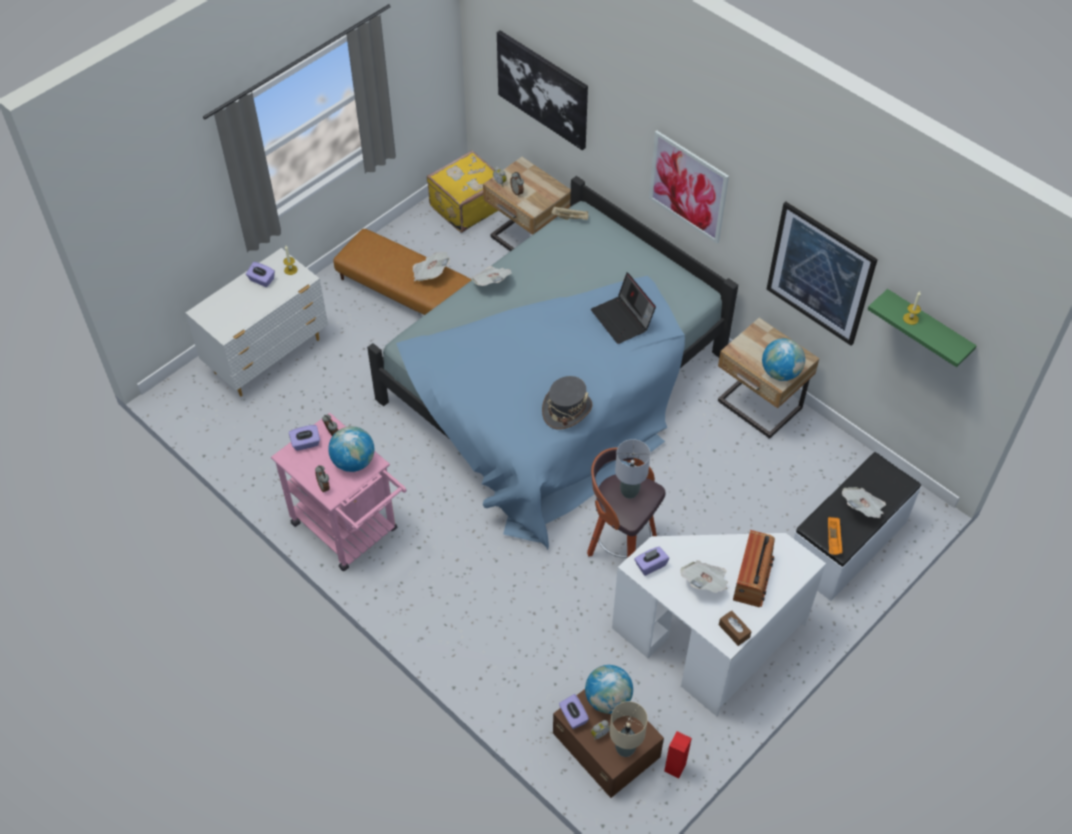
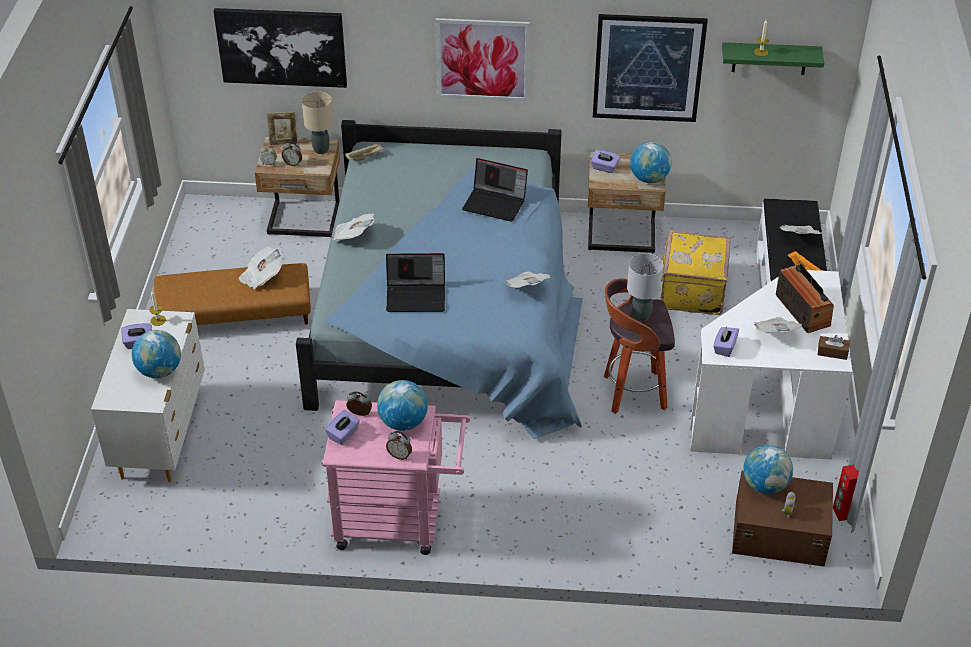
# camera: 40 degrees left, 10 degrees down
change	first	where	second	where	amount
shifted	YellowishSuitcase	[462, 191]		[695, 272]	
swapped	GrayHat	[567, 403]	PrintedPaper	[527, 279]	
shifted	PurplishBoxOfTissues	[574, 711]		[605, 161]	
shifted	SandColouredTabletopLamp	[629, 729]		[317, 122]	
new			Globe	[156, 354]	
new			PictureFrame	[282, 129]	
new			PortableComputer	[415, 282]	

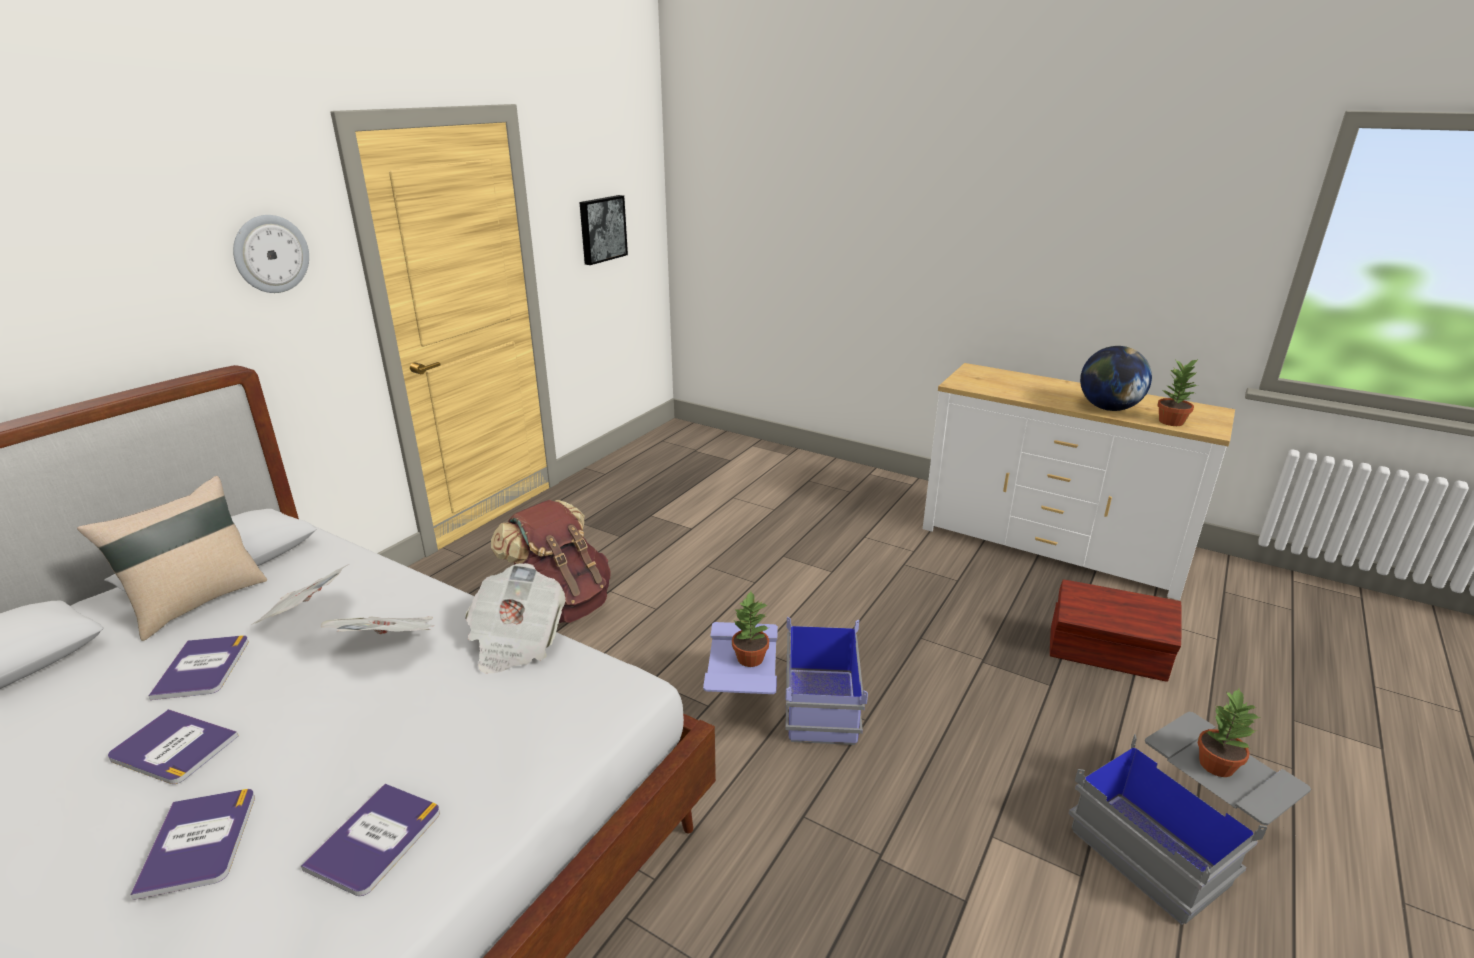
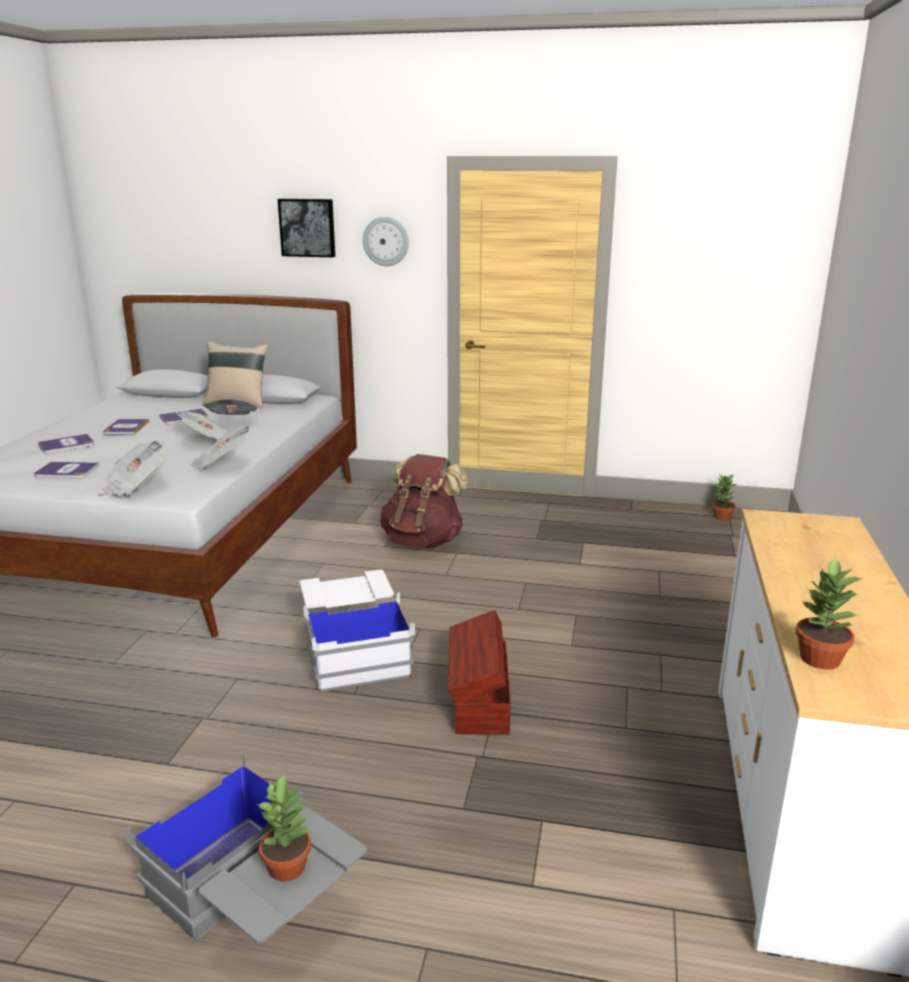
# camera: 70 degrees right, 5 degrees down
change	first	where	second	where	amount
shifted	WallPicture	[603, 230]		[306, 228]	
repainted	BluishStorageBin	[785, 681]	WhiteColouredStorageBin	[357, 630]	
shifted	PottedPlant	[750, 629]		[724, 497]	
shifted	BrownColouredStorageBin	[1115, 630]		[479, 672]	
gone	Globe	[1116, 378]			
new			PrintedPaper	[133, 468]	

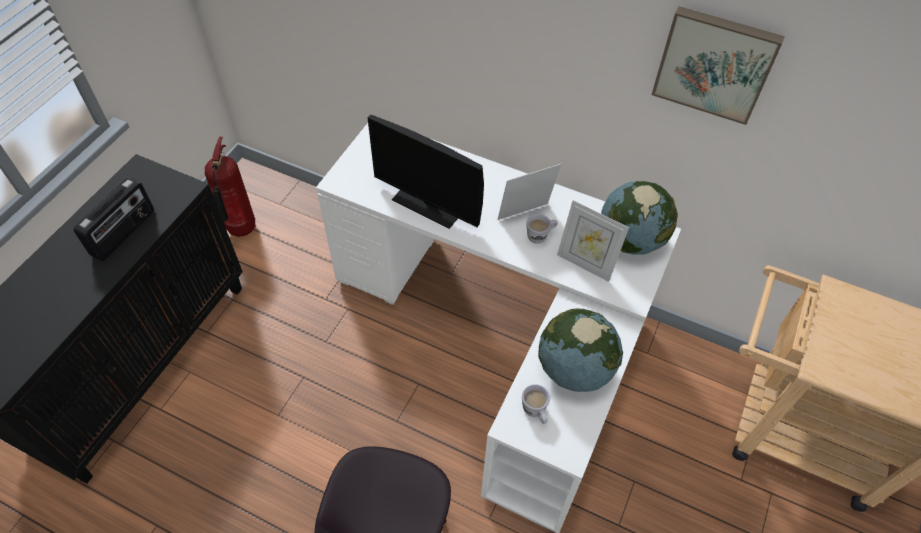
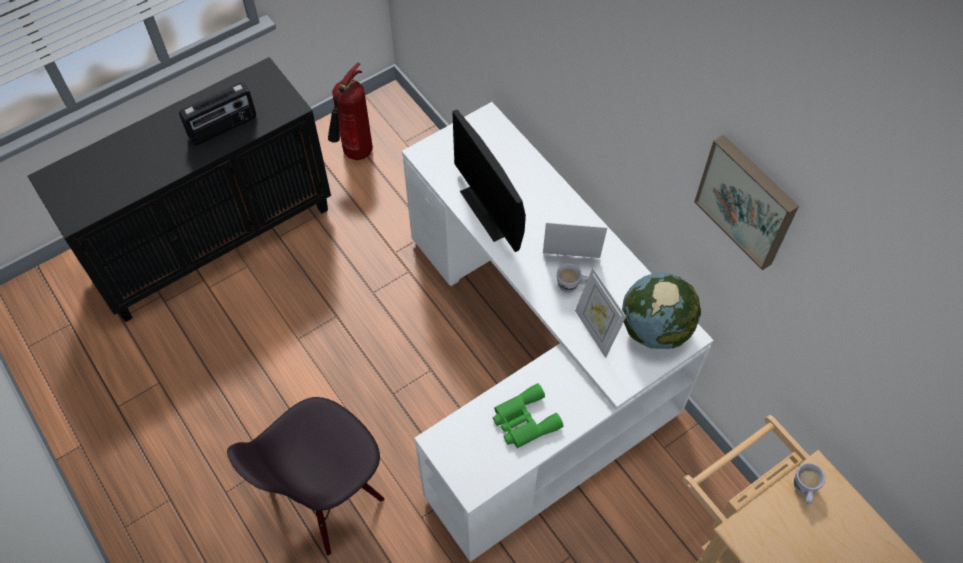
# camera: 30 degrees right, 5 degrees up
change	first	where	second	where	amount
shifted	WhiteColouredMug	[536, 404]		[809, 483]	
swapped	Globe	[580, 350]	GreenColouredBinoculars	[528, 415]	

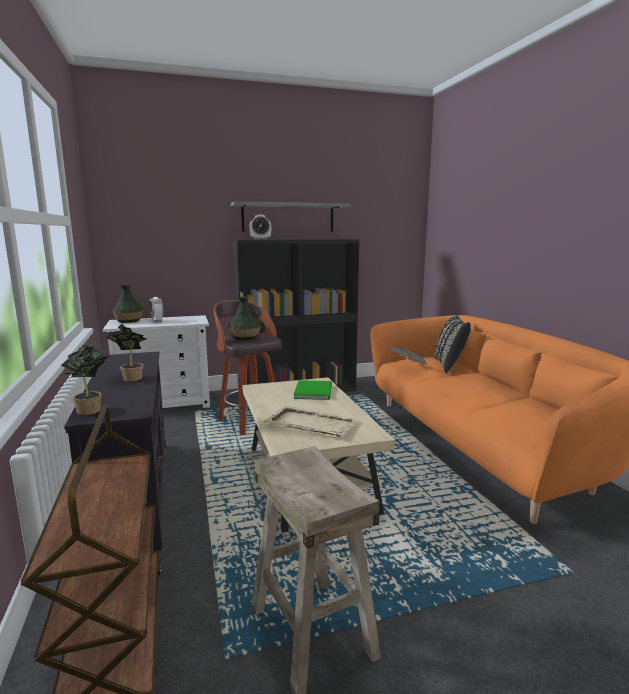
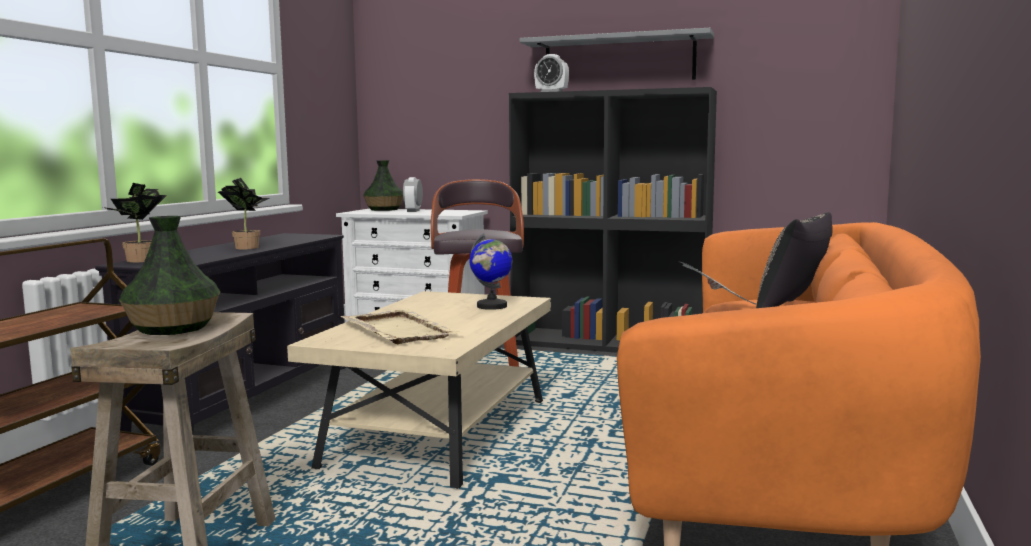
# camera: 35 degrees right, 5 degrees down
change	first	where	second	where	amount
shifted	DecorativeVase	[244, 318]		[169, 275]	
swapped	GreenColouredBoundBook	[312, 390]	Globe	[490, 271]	

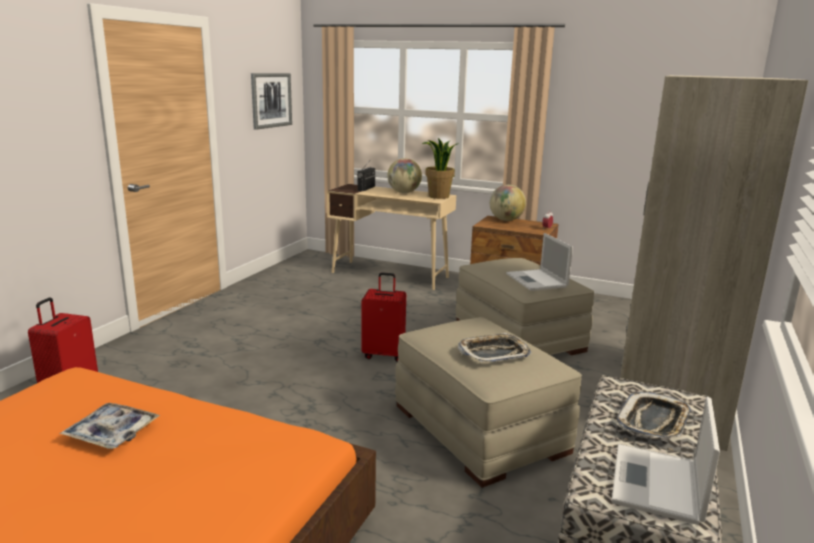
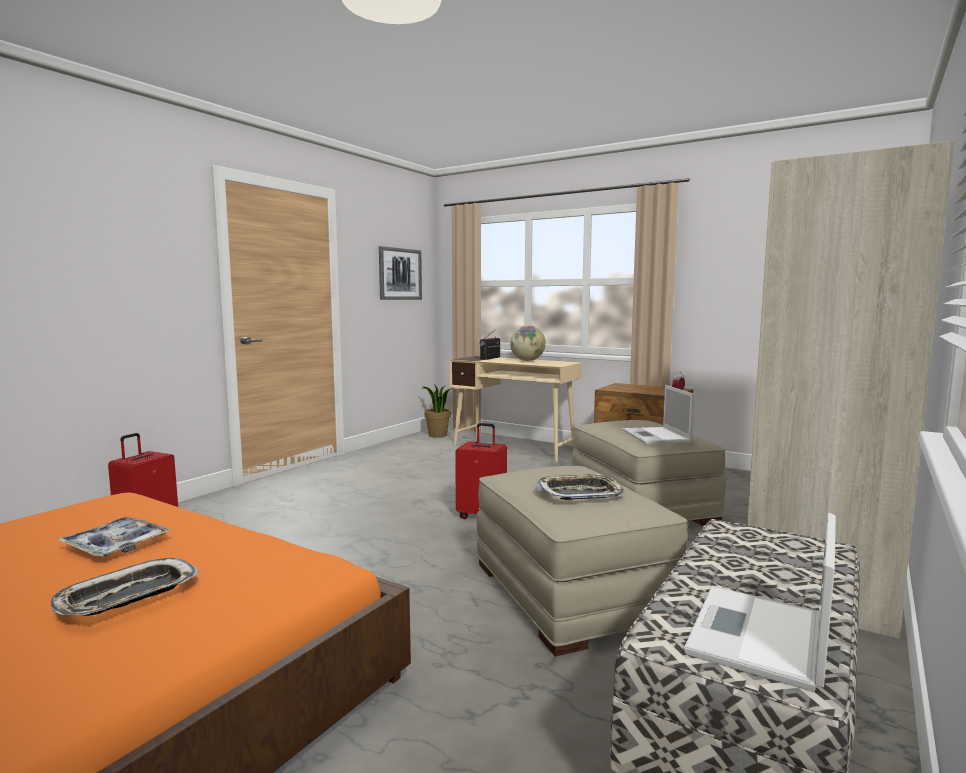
# camera: 10 degrees right, 10 degrees down
change	first	where	second	where	amount
shifted	PottedPlant	[440, 168]		[437, 411]	
gone	Globe	[508, 203]			
shifted	CarryingTray	[654, 414]		[125, 587]	

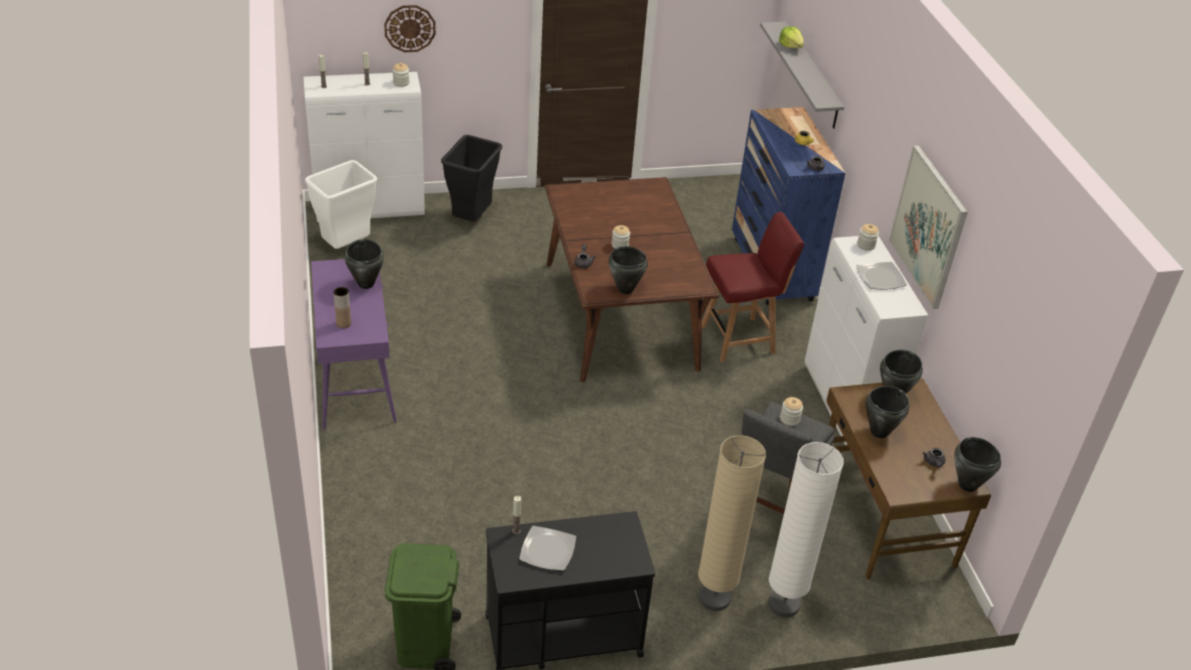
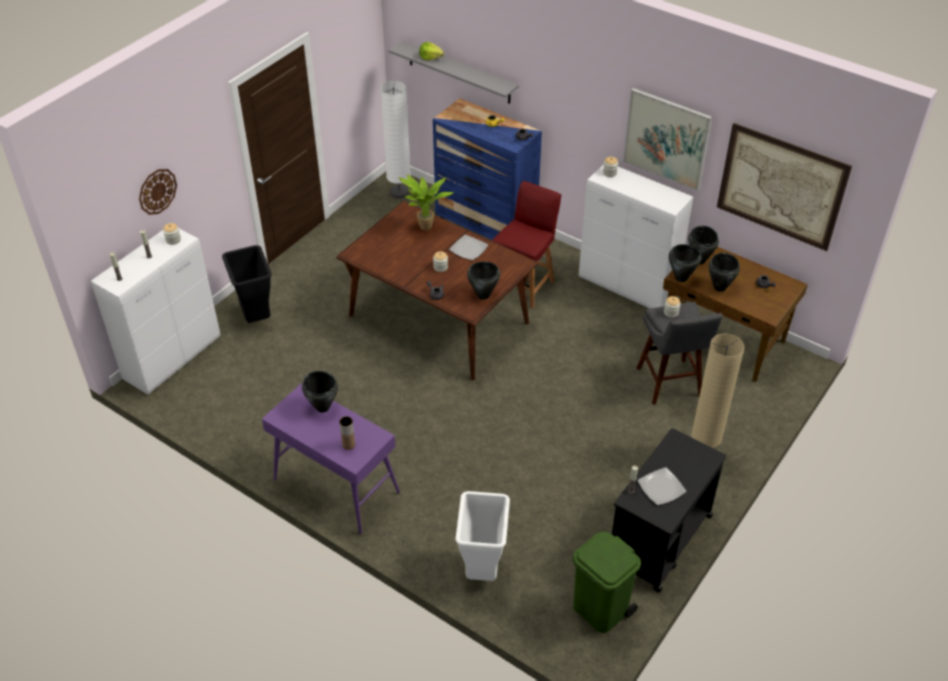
# camera: 40 degrees left, 5 degrees up
change	first	where	second	where	amount
shifted	WhiteColouredRubbishBin	[341, 204]		[482, 536]	
shifted	WhiteColouredFloorLamp	[806, 529]		[395, 140]	
shifted	Plate	[882, 276]		[468, 247]	
shifted	BlackCookingPot	[977, 464]		[685, 263]	
new			PottedPlant	[426, 202]	
new			WallPicture	[784, 187]	

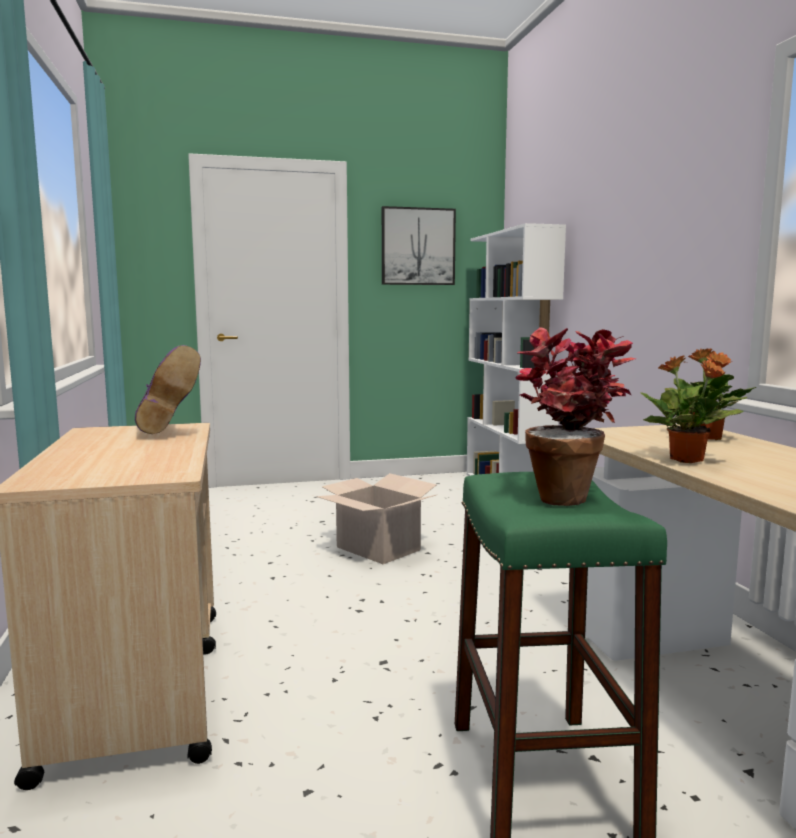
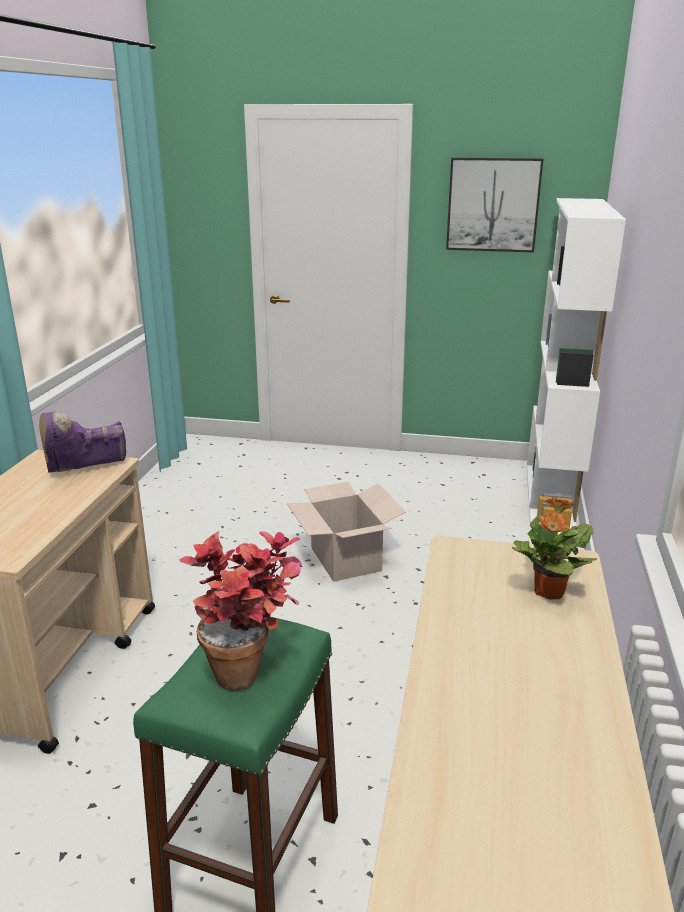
# camera: 25 degrees right, 15 degrees up
change	first	where	second	where	amount
rotated	PurplishTallBoot	[168, 389]		[82, 442]	60 degrees clockwise
gone	PottedPlant	[692, 409]			

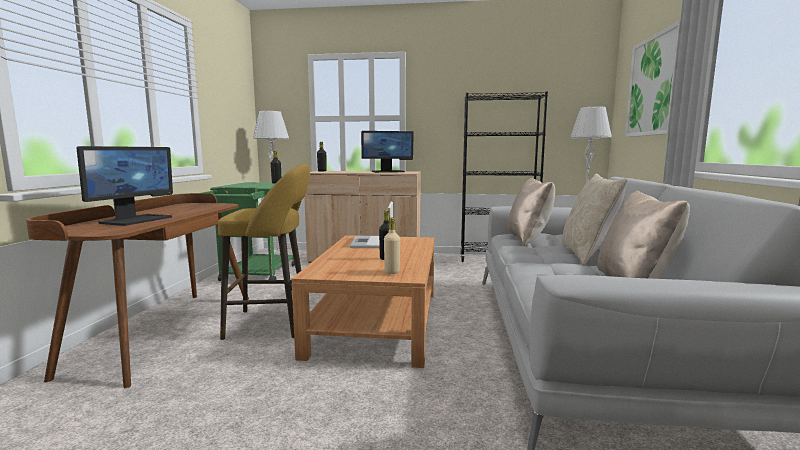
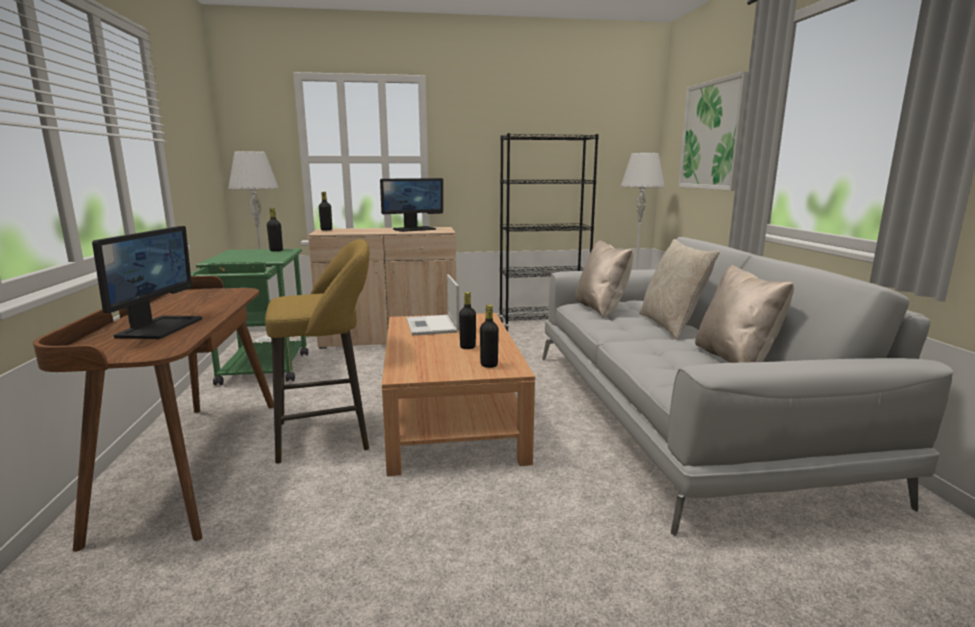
# camera: 15 degrees left, 5 degrees up
change	first	where	second	where	amount
repainted	SandColouredBottle	[392, 246]	BlackBottle	[489, 336]	

